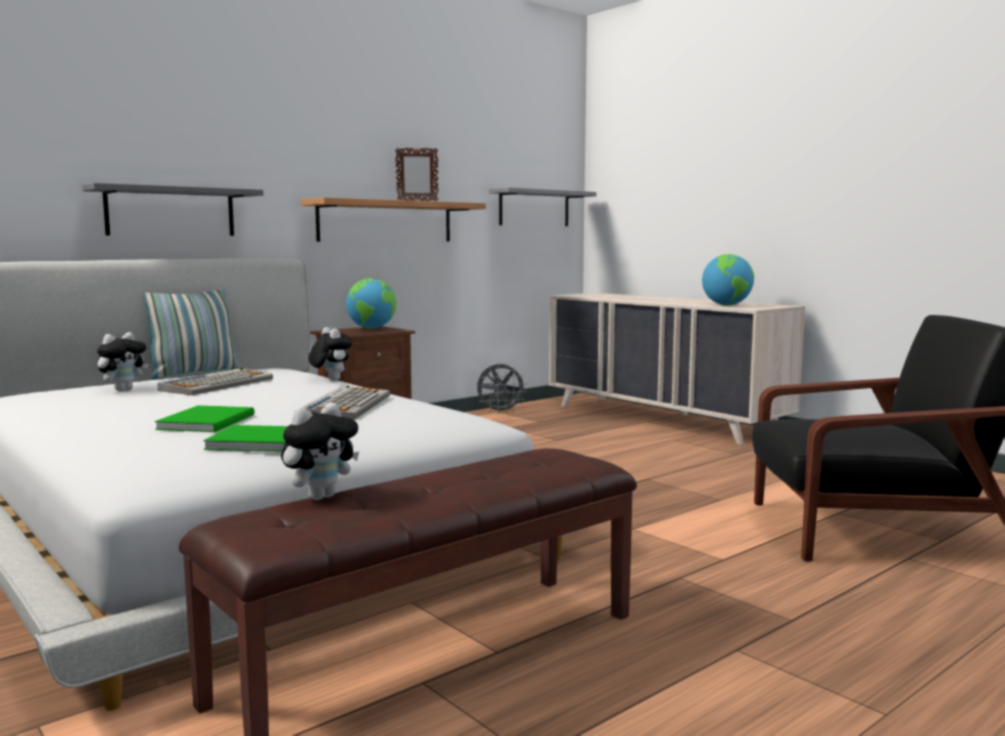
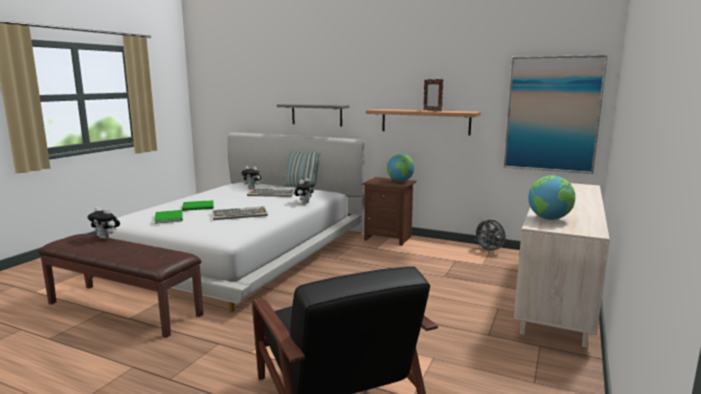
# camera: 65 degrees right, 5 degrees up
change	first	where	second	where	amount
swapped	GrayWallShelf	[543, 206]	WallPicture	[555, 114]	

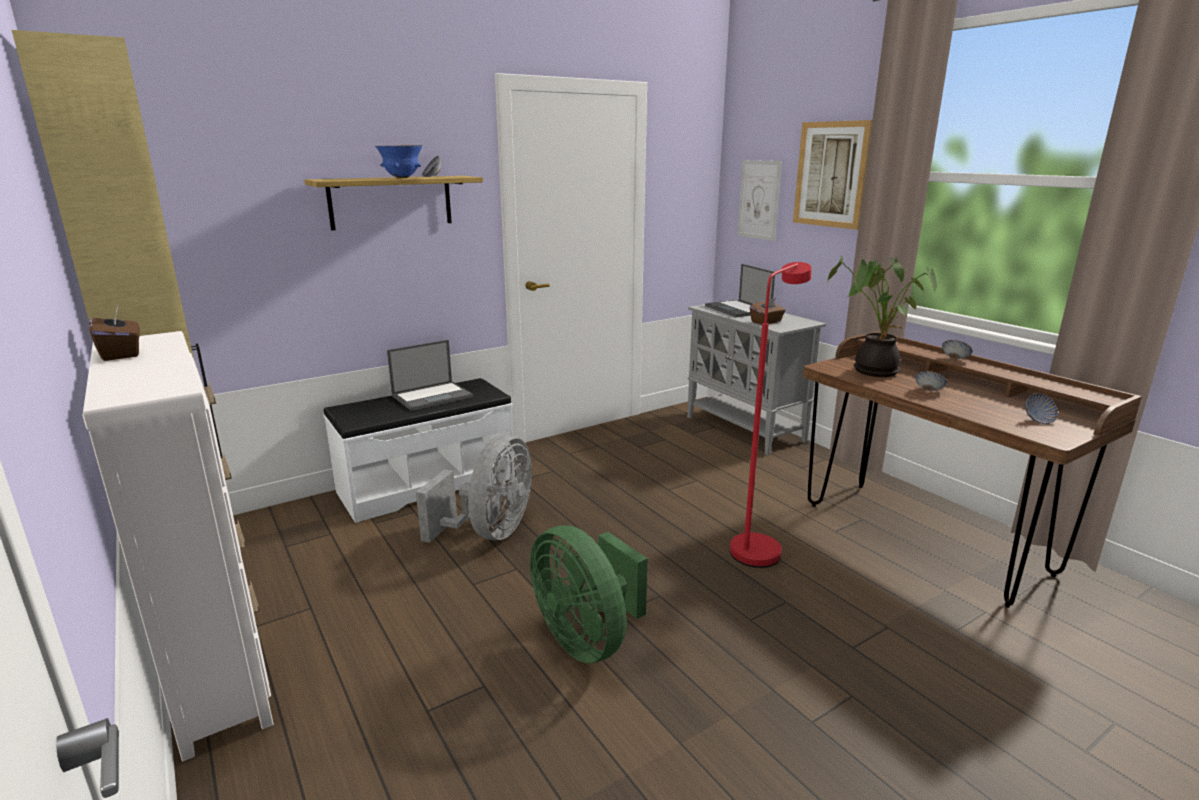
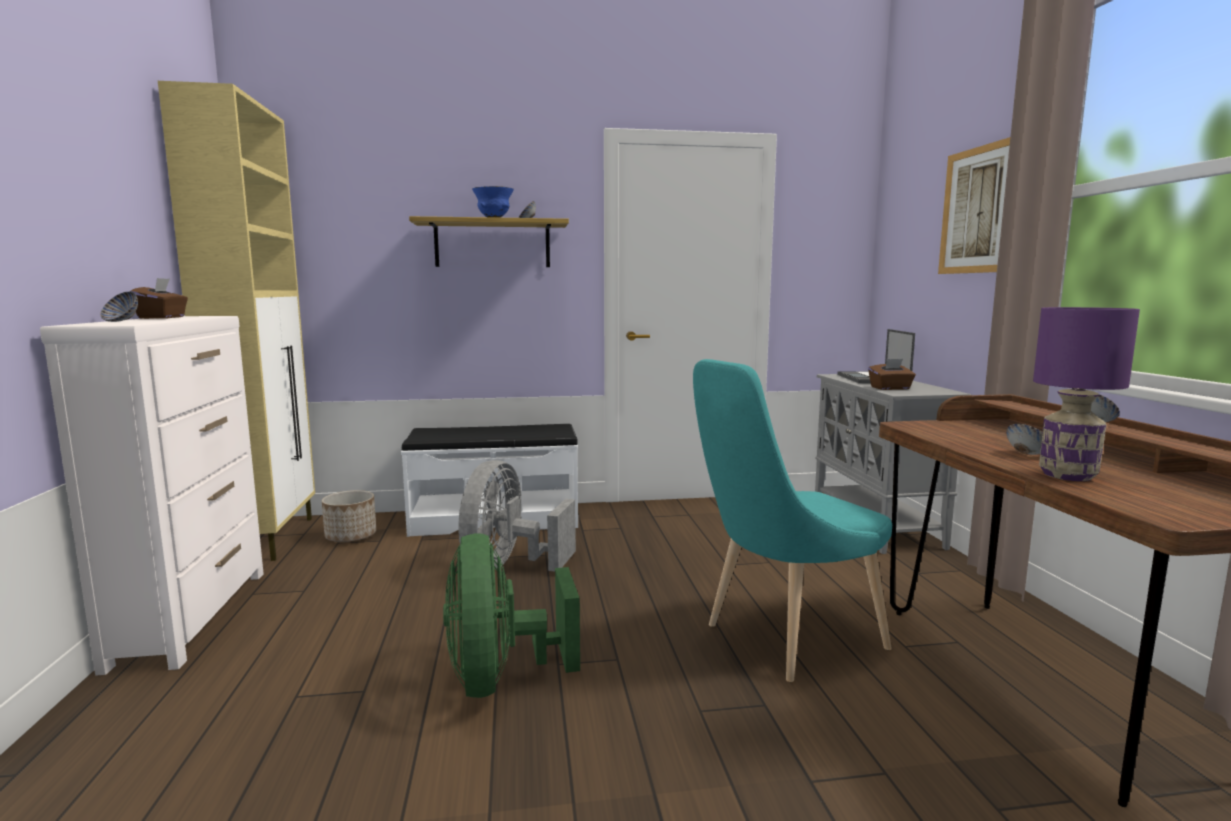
# camera: 25 degrees right, 10 degrees down
change	first	where	second	where	amount
gone	PortableComputer	[430, 375]			
rotated	GrayElectricFan	[474, 489]		[517, 516]	150 degrees clockwise
swapped	RedFloorLamp	[770, 415]	BlueGreenChair	[792, 520]	
gone	WallPicture	[759, 200]			
gone	PottedPlant	[882, 316]			
shifted	ServingBowl	[1041, 408]		[119, 306]	
new			PlantPot	[349, 516]	
new			PurplishTabletopLamp	[1086, 394]	

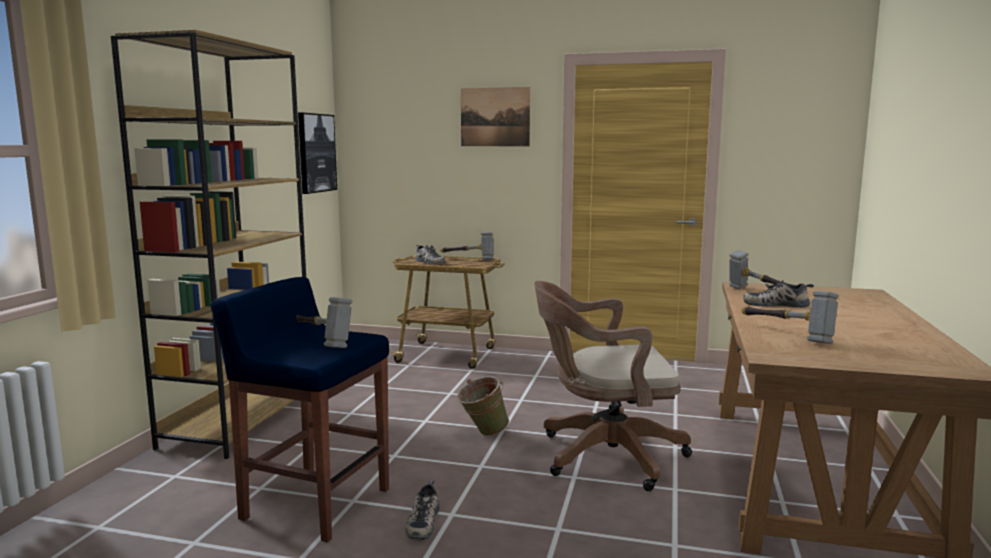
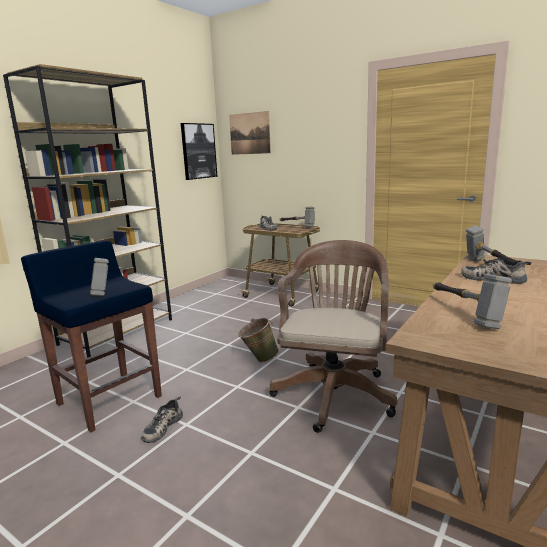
# camera: 20 degrees right, 5 degrees up
change	first	where	second	where	amount
shifted	WallPicture	[495, 116]		[250, 133]	
rotated	BrownColouredComputerChair	[613, 386]		[333, 336]	90 degrees clockwise

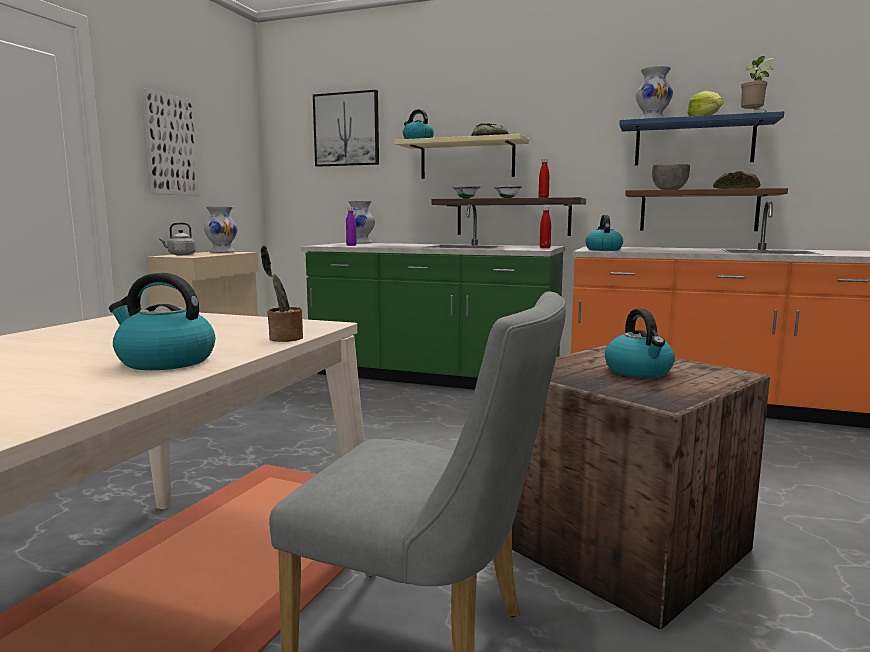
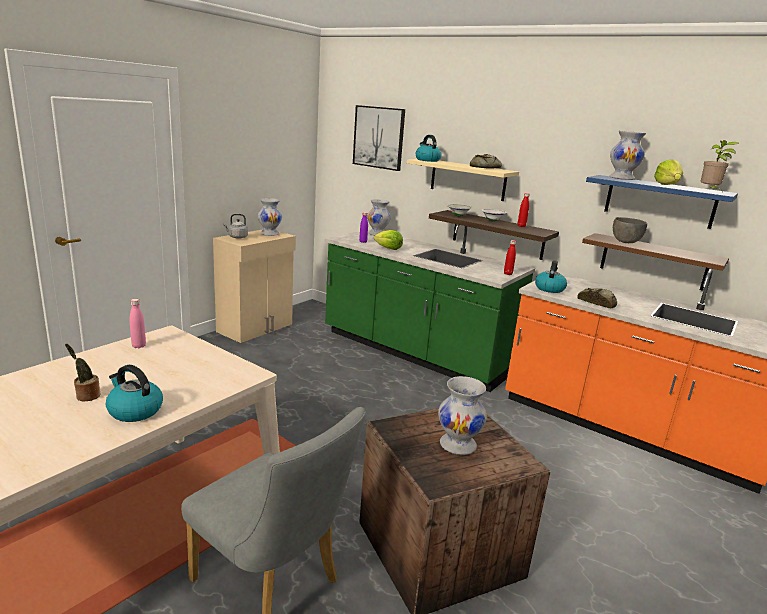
# camera: 15 degrees right, 10 degrees up
change	first	where	second	where	amount
gone	WallPicture	[170, 142]			
shifted	PottedPlant	[282, 293]		[82, 372]	
swapped	TeaKettle	[640, 343]	WhiteColouredDecorativeVase	[462, 415]	
shifted	Bread	[736, 180]		[597, 298]	
new			PinkishBottle	[138, 323]	
new			Lettuce	[388, 240]	

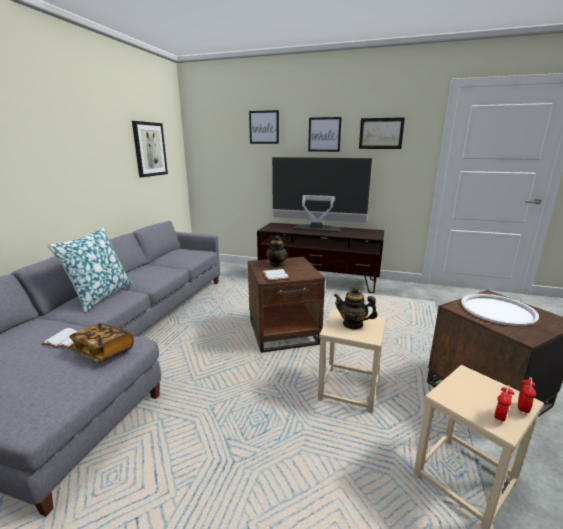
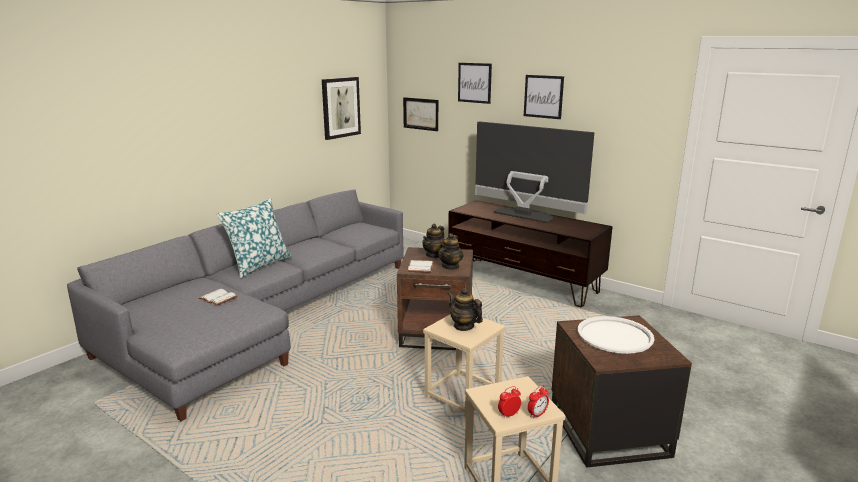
# camera: 20 degrees right, 0 degrees up
change	first	where	second	where	amount
gone	BoundBook	[101, 342]			
shifted	WallPicture	[382, 133]		[420, 114]	
new			Teapot	[450, 251]	

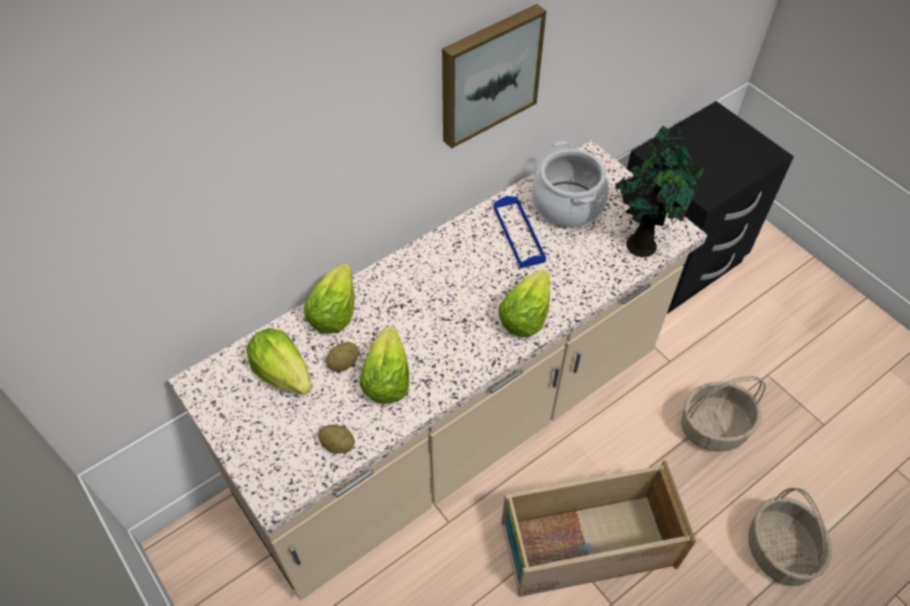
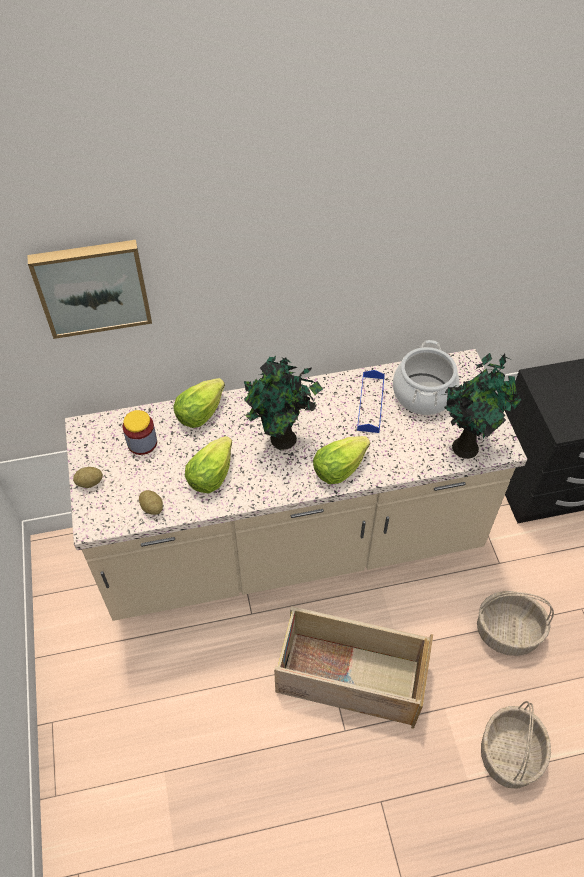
# camera: 25 degrees right, 0 degrees up
change	first	where	second	where	amount
swapped	Lettuce	[279, 361]	PreserveJar	[139, 432]	
shifted	WholePotato	[342, 356]		[88, 477]	
shifted	WallPicture	[494, 76]		[89, 289]	
new			PottedPlant	[283, 403]	

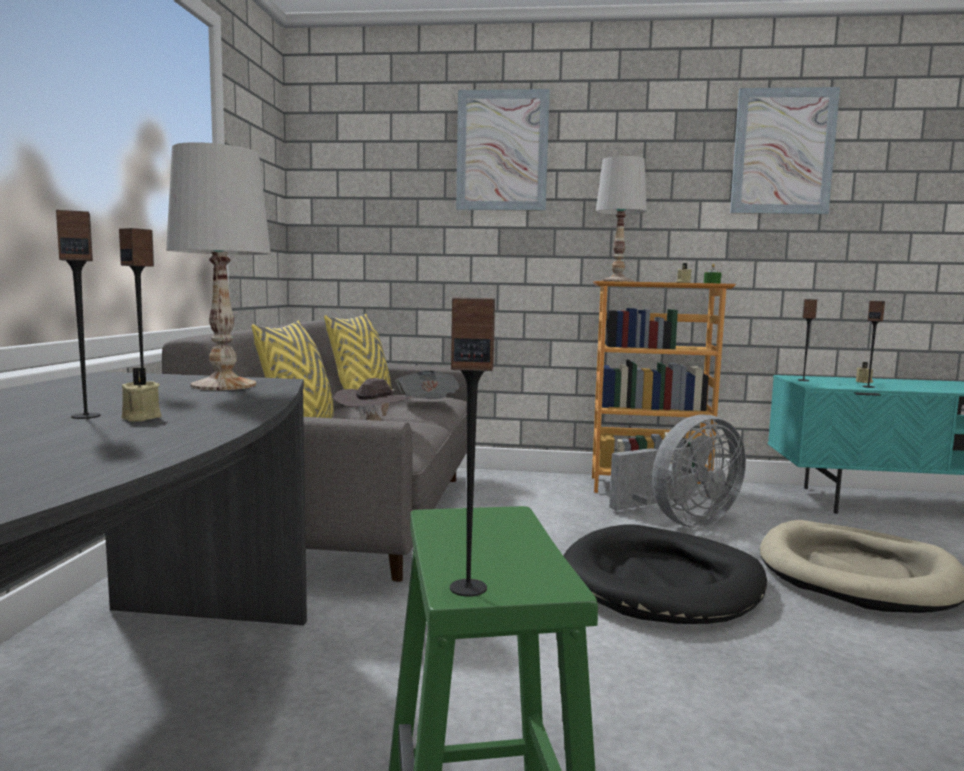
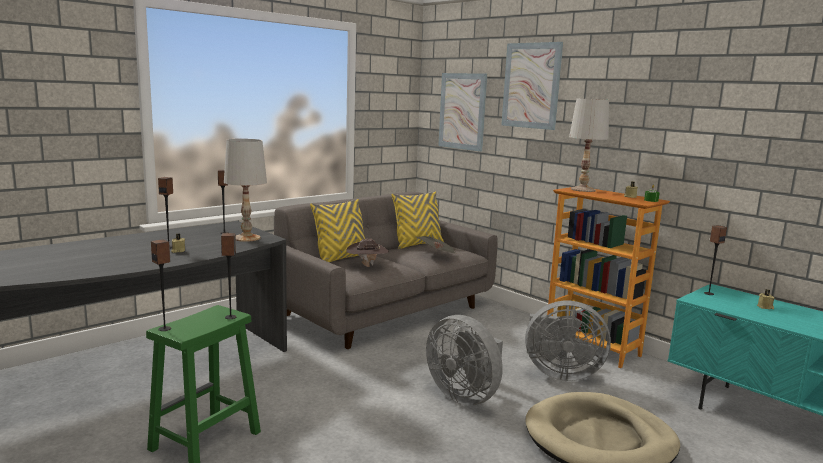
# camera: 40 degrees right, 5 degrees up
change	first	where	second	where	amount
swapped	BlackDogBed	[665, 574]	GrayElectricFan	[464, 360]	
shifted	WallPicture	[785, 150]		[462, 112]	
shifted	AudioSpeaker	[873, 344]		[228, 276]	

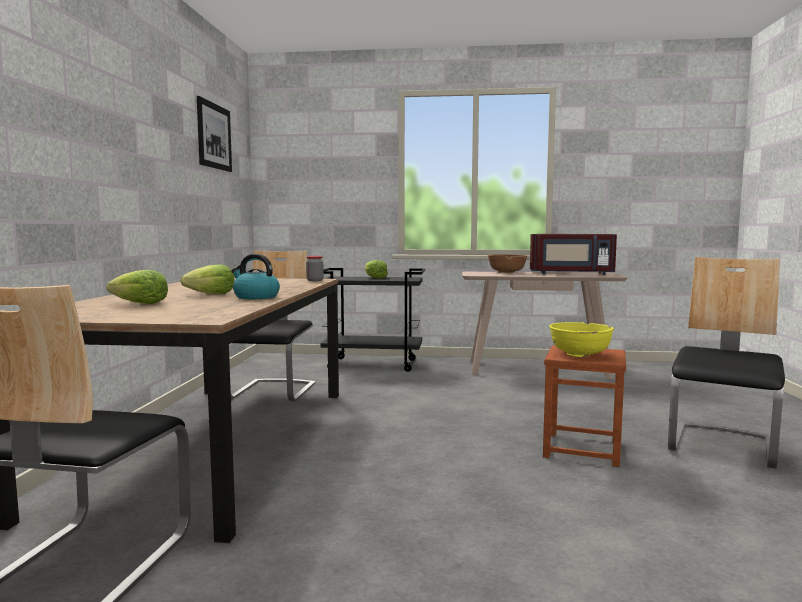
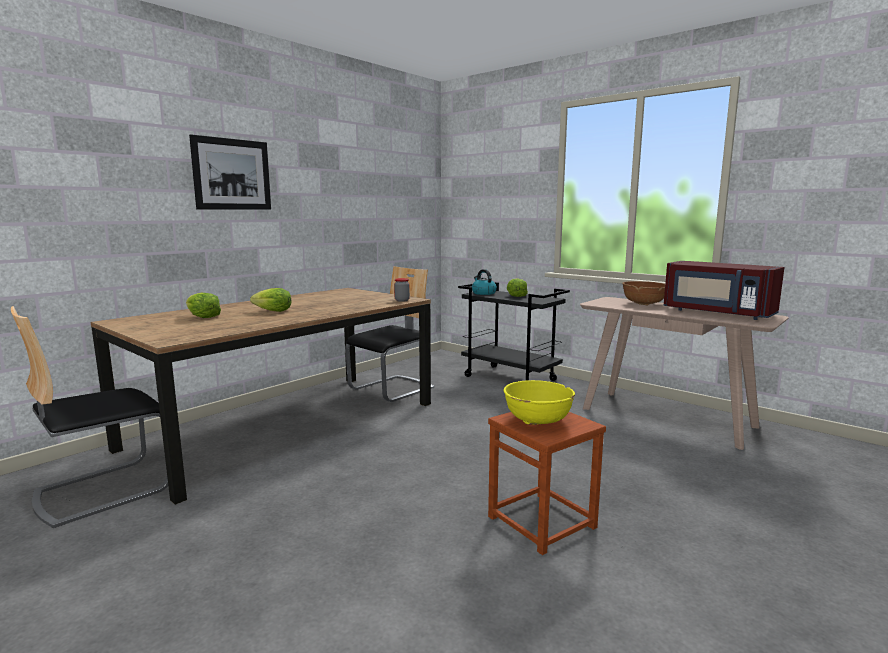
# camera: 35 degrees right, 5 degrees up
change	first	where	second	where	amount
shifted	WallPicture	[214, 134]		[230, 172]	
shifted	TeaKettle	[255, 276]		[484, 282]	
gone	Chair	[726, 363]			

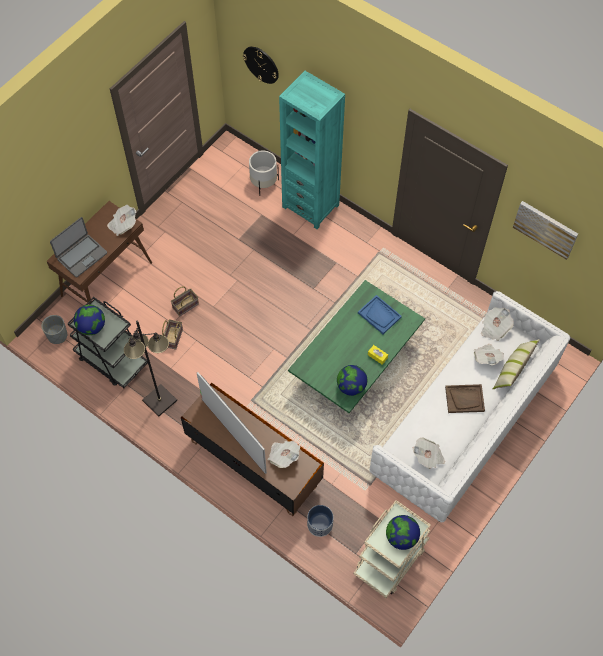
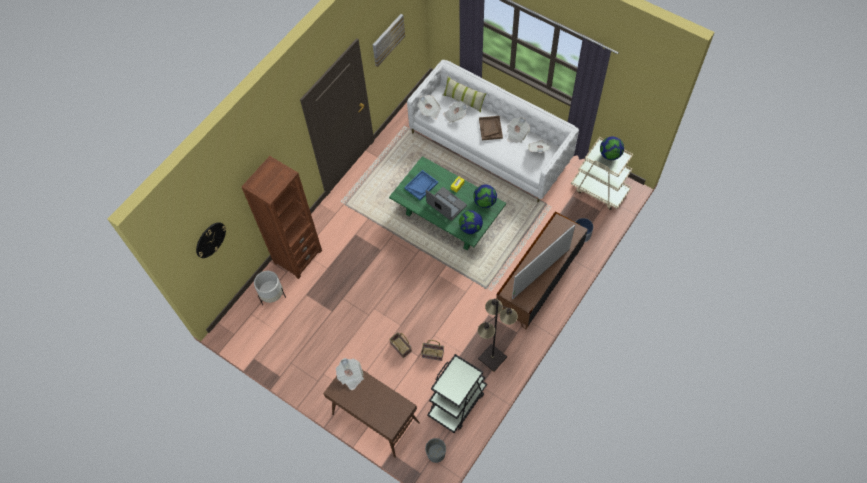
# camera: 90 degrees left, 0 degrees up
change	first	where	second	where	amount
shifted	PortableComputer	[78, 247]		[446, 204]	
shifted	Globe	[89, 320]		[471, 222]	
shifted	PrintedPaper	[284, 454]		[518, 130]	
repainted	BlueGreenShelvingUnit	[312, 150]	BrownColouredShelvingUnit	[282, 217]	

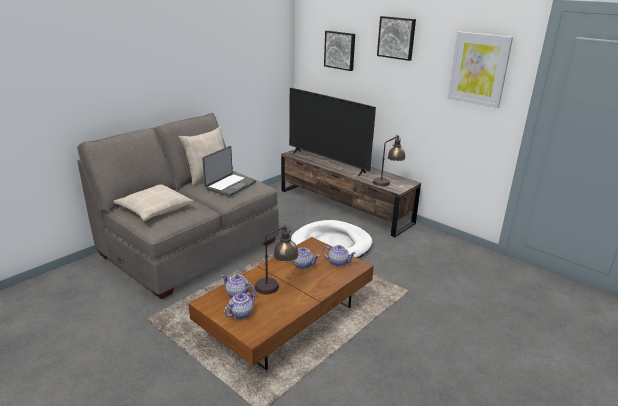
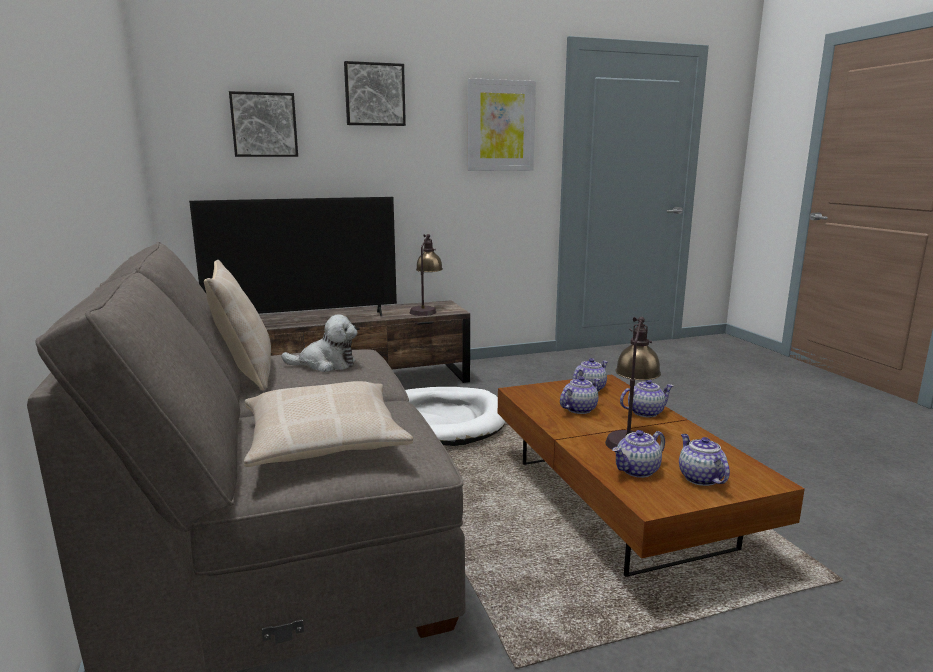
# camera: 60 degrees left, 10 degrees down
change	first	where	second	where	amount
swapped	PortableComputer	[229, 171]	SoftToy	[319, 343]	
new			Teapot	[647, 398]	

